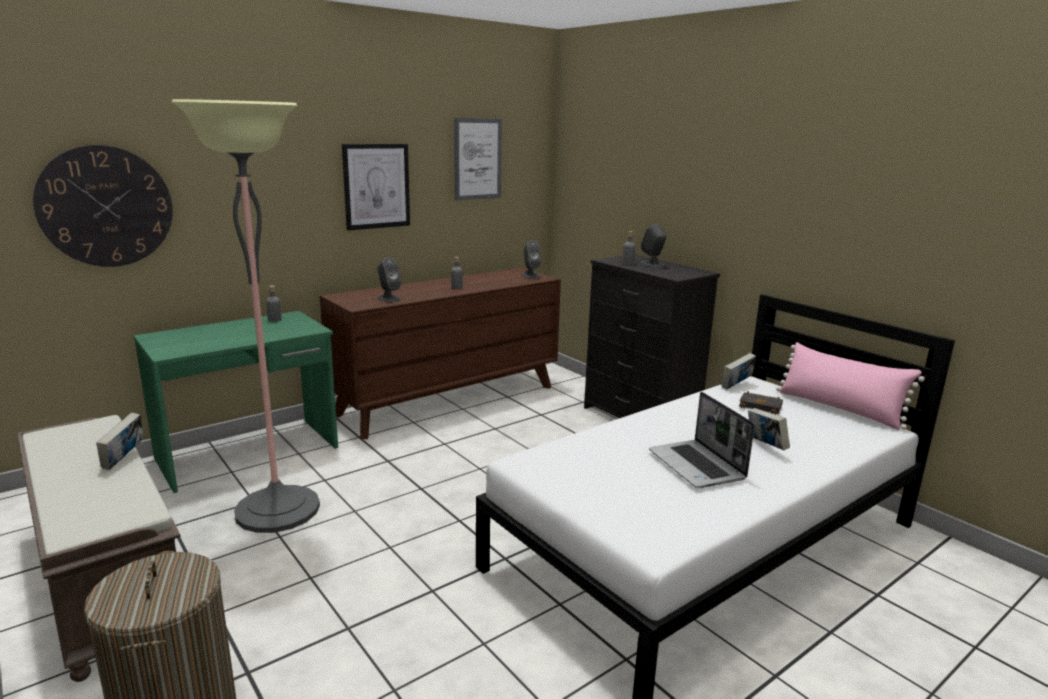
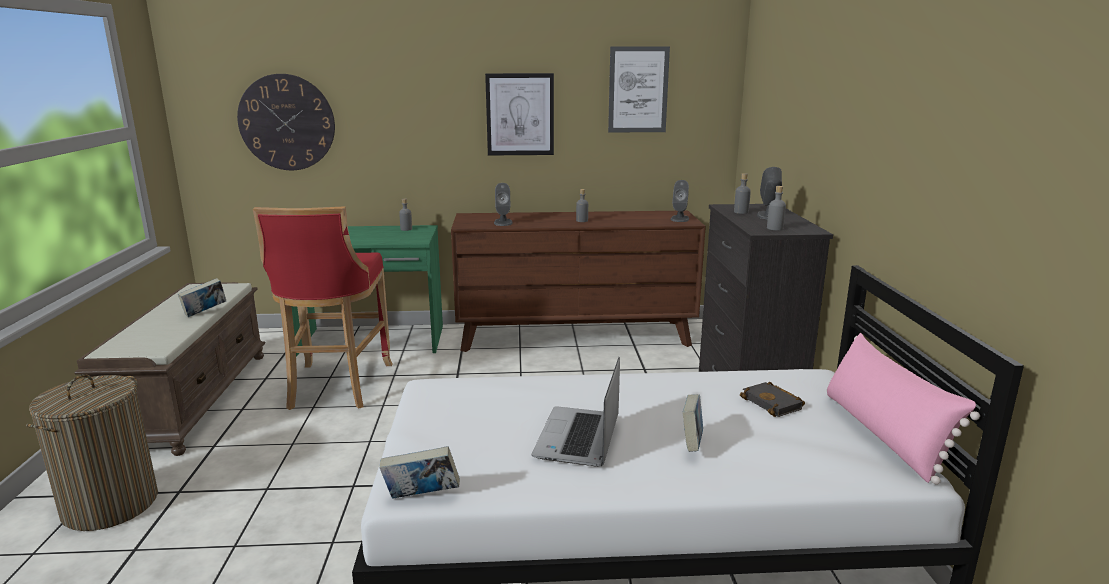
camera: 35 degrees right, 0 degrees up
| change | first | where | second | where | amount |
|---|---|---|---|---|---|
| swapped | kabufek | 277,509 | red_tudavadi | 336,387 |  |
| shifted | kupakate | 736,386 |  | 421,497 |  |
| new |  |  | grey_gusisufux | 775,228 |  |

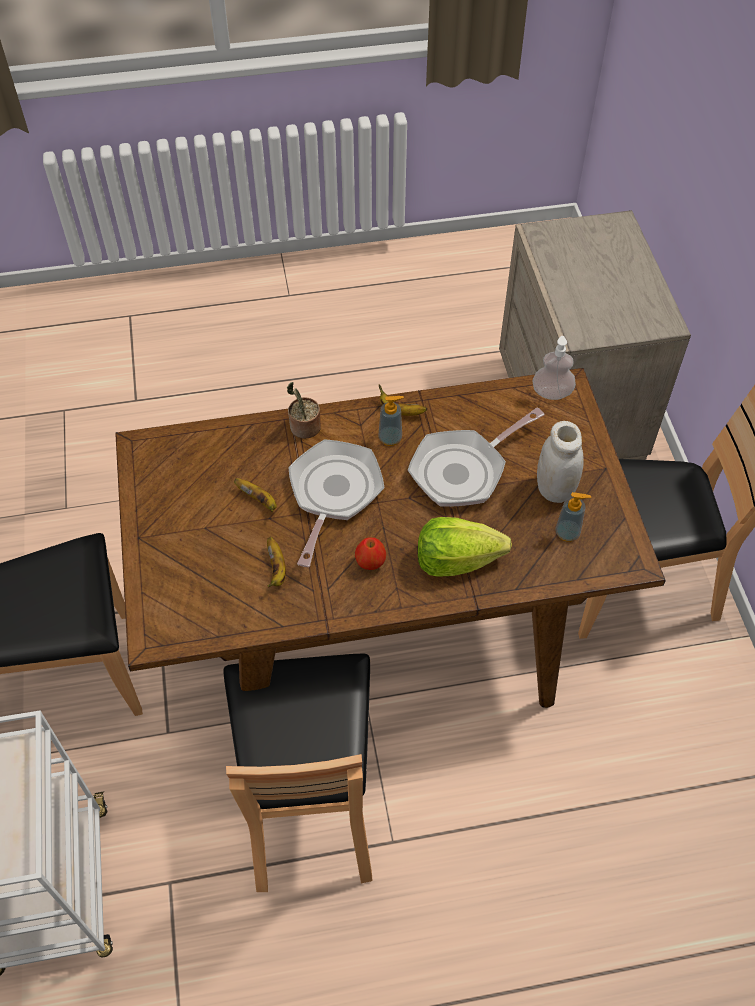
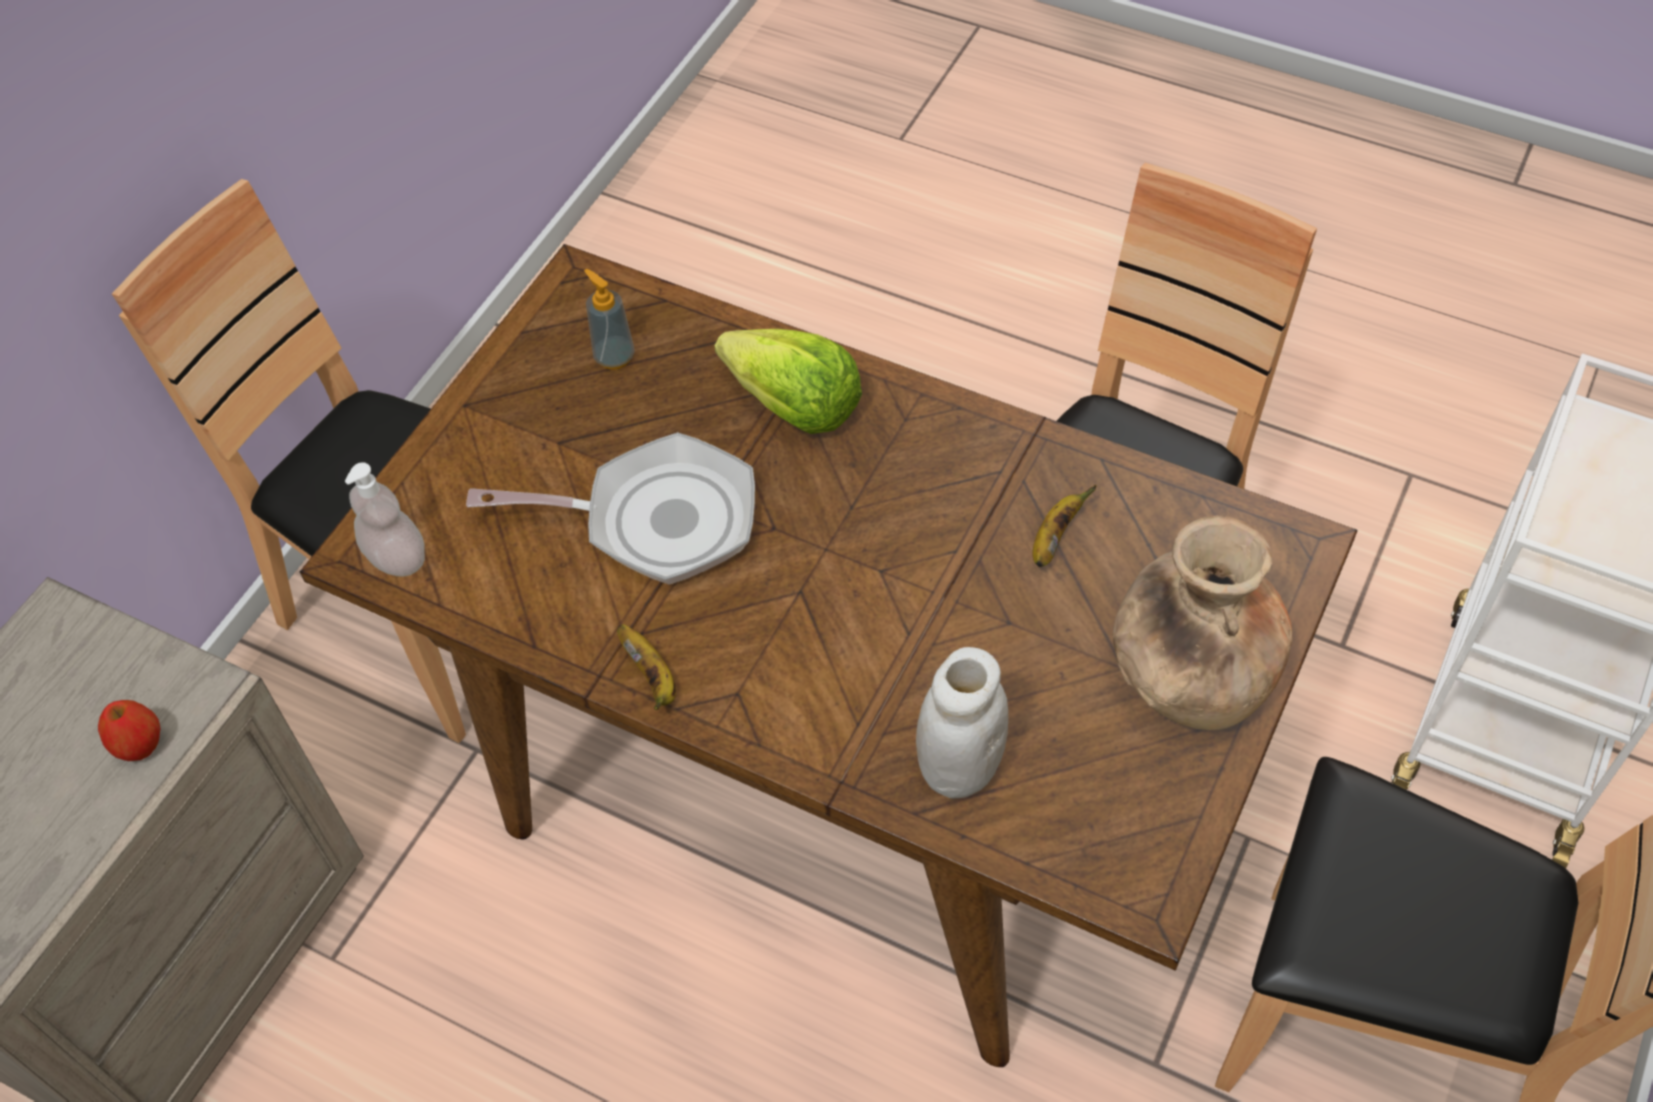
camera: 140 degrees left, 0 degrees up
| change | first | where | second | where | amount |
|---|---|---|---|---|---|
| shifted | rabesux | 370,563 |  | 140,745 |  |
| shifted | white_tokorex | 554,489 |  | 959,768 |  |
| new |  |  | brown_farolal | 1189,675 |  |
| gone | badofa | 259,500 |  |  |  |
| gone | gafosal | 304,428 |  |  |  |
| gone | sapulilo | 333,494 |  |  |  |
| gone | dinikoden | 390,438 |  |  |  |

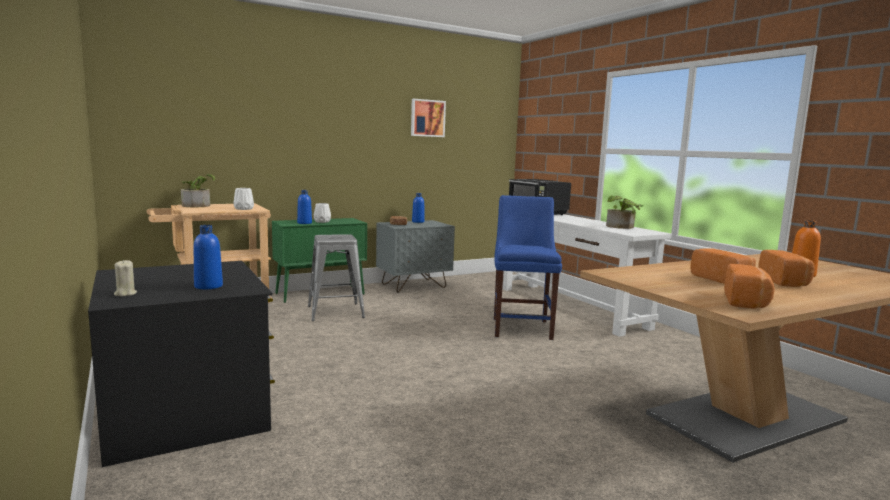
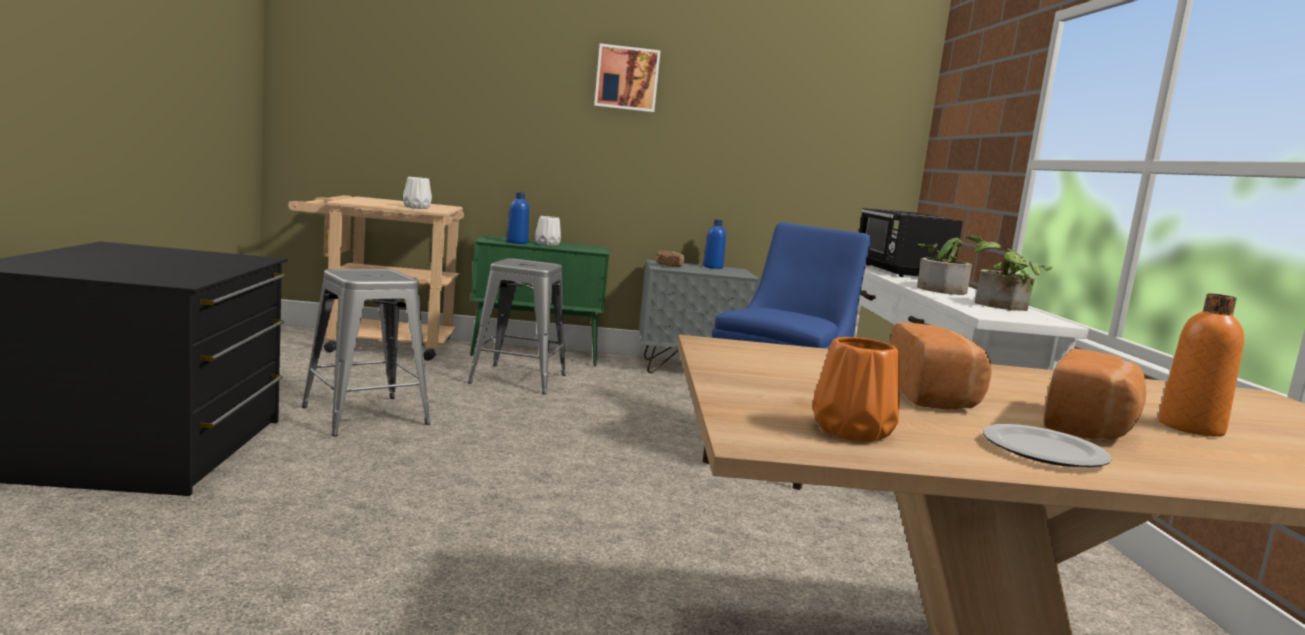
camera: 25 degrees right, 0 degrees up
| change | first | where | second | where | amount |
|---|---|---|---|---|---|
| new |  |  | grey_tudavadi | 365,416 |  |
| shifted | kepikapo | 427,118 |  | 627,78 |  |
| swapped | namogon | 747,302 | orange_farolal | 849,431 |  |
| shifted | gafosal | 198,205 |  | 943,290 |  |
| new |  |  | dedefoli | 1041,451 |  |
| gone | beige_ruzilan | 125,294 |  |  |  |
| gone | blue_gusisufux | 208,286 |  |  |  |

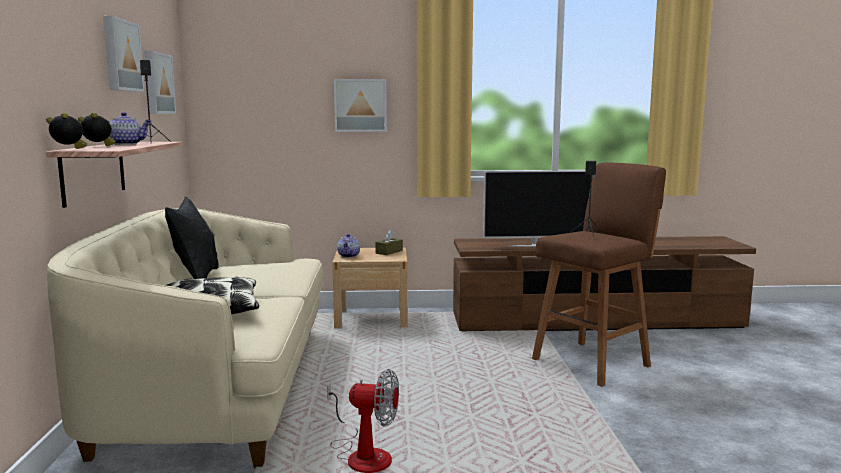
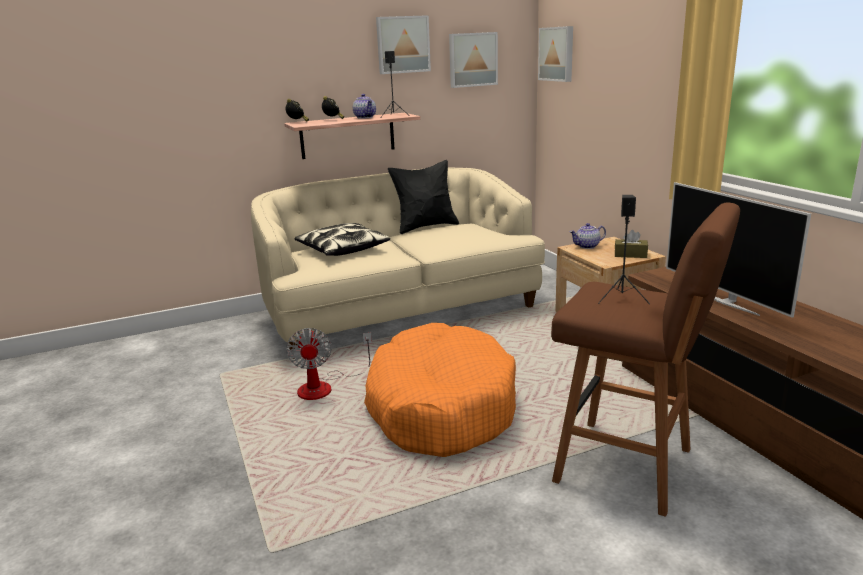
camera: 70 degrees right, 10 degrees up
| change | first | where | second | where | amount |
|---|---|---|---|---|---|
| new |  |  | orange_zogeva | 440,407 |  |
| shifted | kepikapo | 360,105 |  | 557,54 |  |

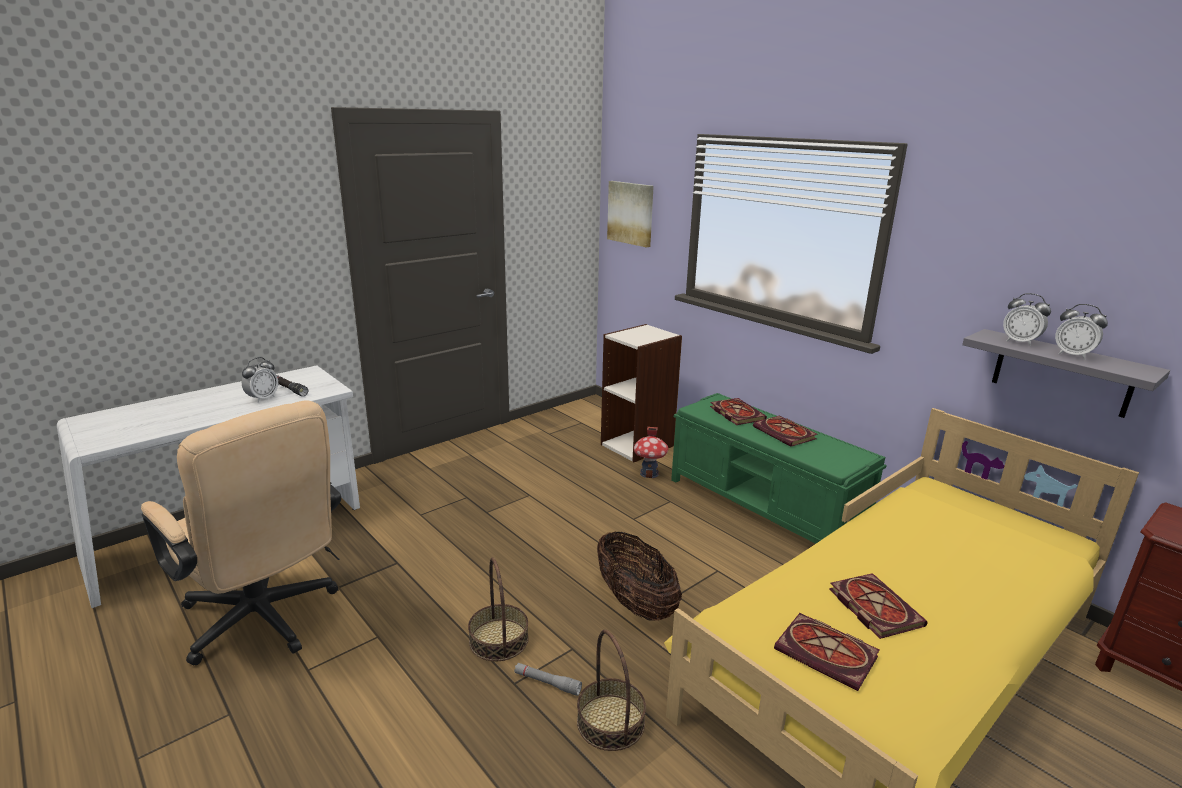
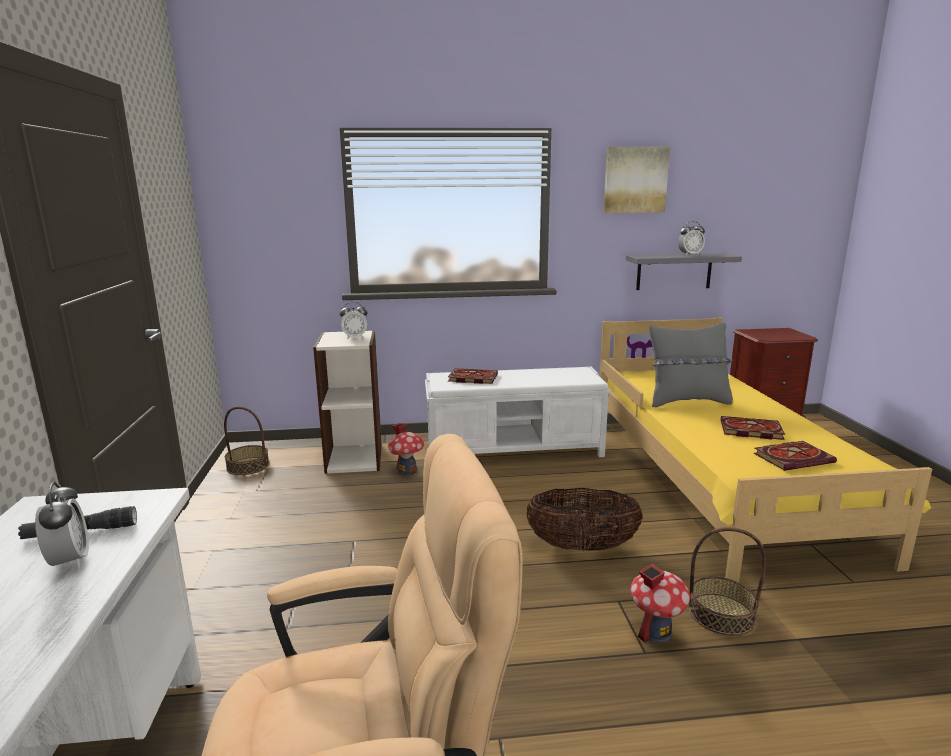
camera: 55 degrees left, 5 degrees down
| change | first | where | second | where | amount |
|---|---|---|---|---|---|
| shifted | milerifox | 498,640 |  | 248,466 |  |
| shifted | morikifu | 1020,342 |  | 355,337 |  |
| repainted | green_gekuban | 764,507 | white_gekuban | 515,449 |  |
| shifted | kepikapo | 631,213 |  | 635,180 |  |
| swapped | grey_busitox | 547,683 | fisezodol | 656,631 |  |
| new |  |  | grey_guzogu | 687,401 |  |
| gone | kupakate | 786,433 |  |  |  |

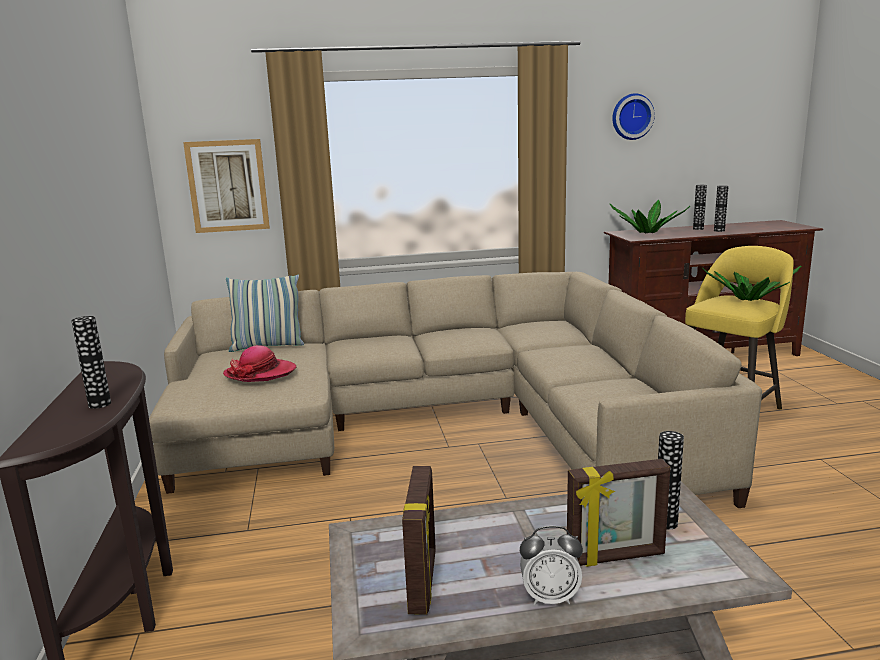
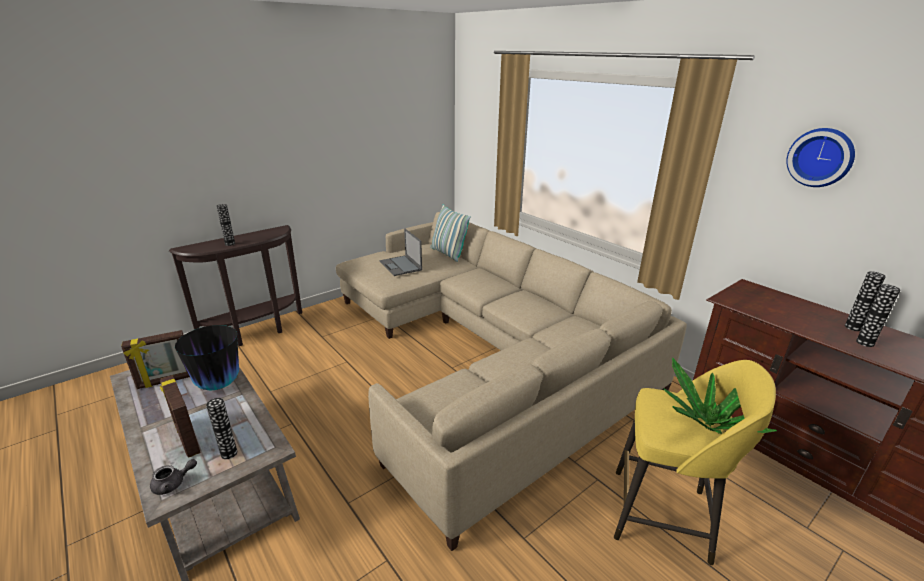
camera: 60 degrees right, 10 degrees up
| change | first | where | second | where | amount |
|---|---|---|---|---|---|
| new |  |  | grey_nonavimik | 173,484 |  |
| new |  |  | farolal | 218,385 |  |
| swapped | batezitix | 260,373 | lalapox | 401,266 |  |
| gone | kepikapo | 227,186 |  |  |  |
| gone | morikifu | 550,598 |  |  |  |
| gone | gafosal | 647,233 |  |  |  |

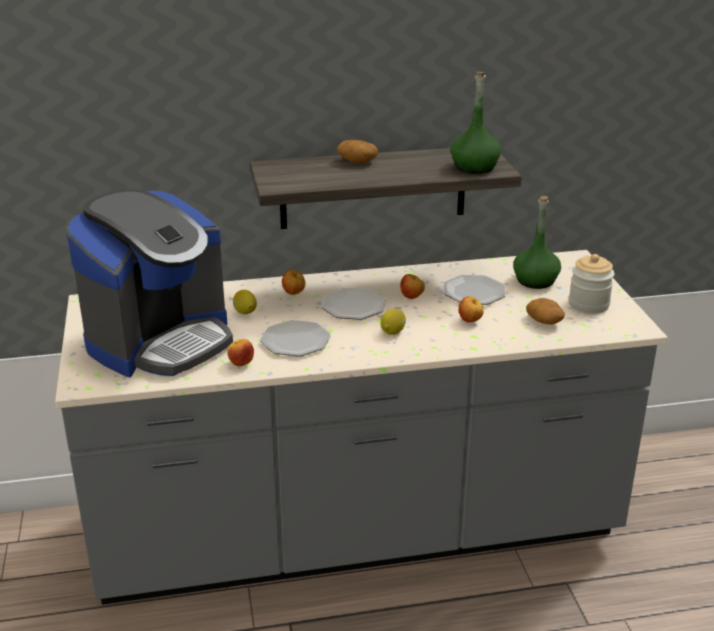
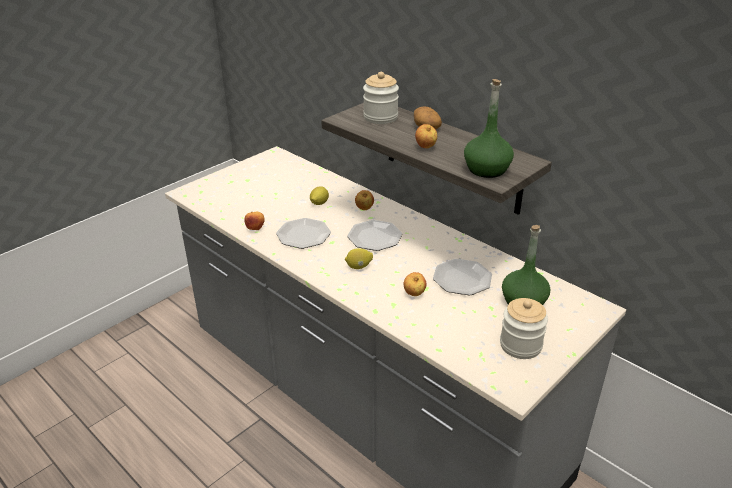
camera: 55 degrees right, 5 degrees up
| change | first | where | second | where | amount |
|---|---|---|---|---|---|
| new |  |  | tokorex | 380,117 |  |
| shifted | rabesux | 412,297 |  | 426,147 |  |
| gone | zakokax | 160,341 |  |  |  |
| gone | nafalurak | 545,321 |  |  |  |

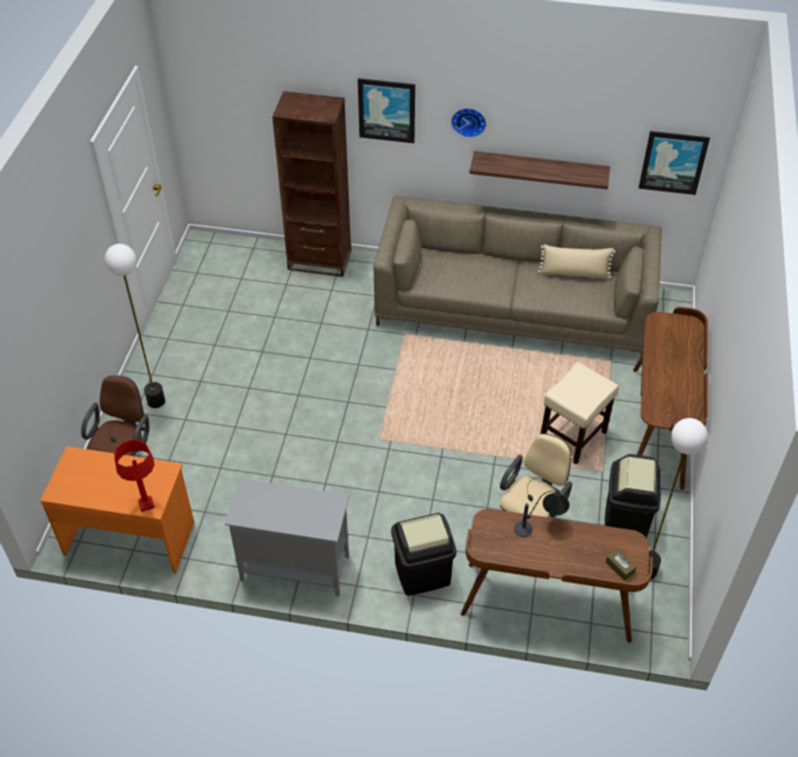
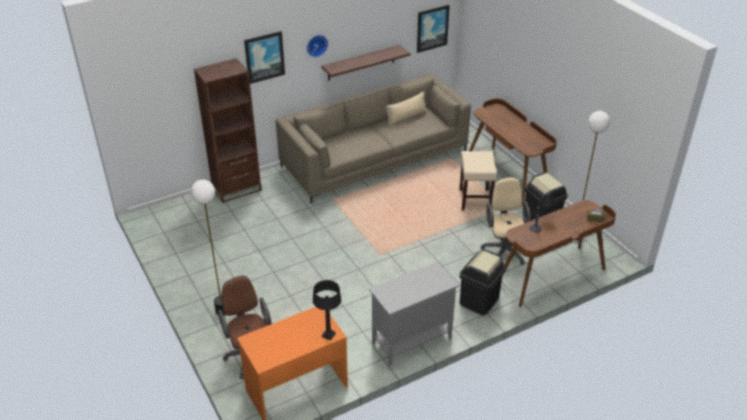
camera: 40 degrees left, 10 degrees down
| change | first | where | second | where | amount |
|---|---|---|---|---|---|
| repainted | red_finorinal | 146,504 | black_finorinal | 328,335 |  |

